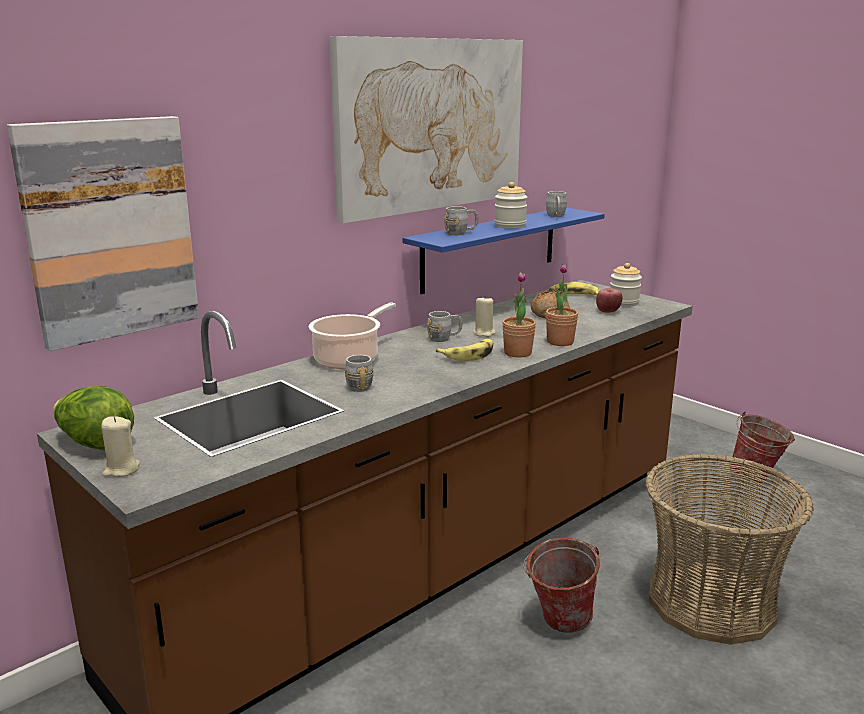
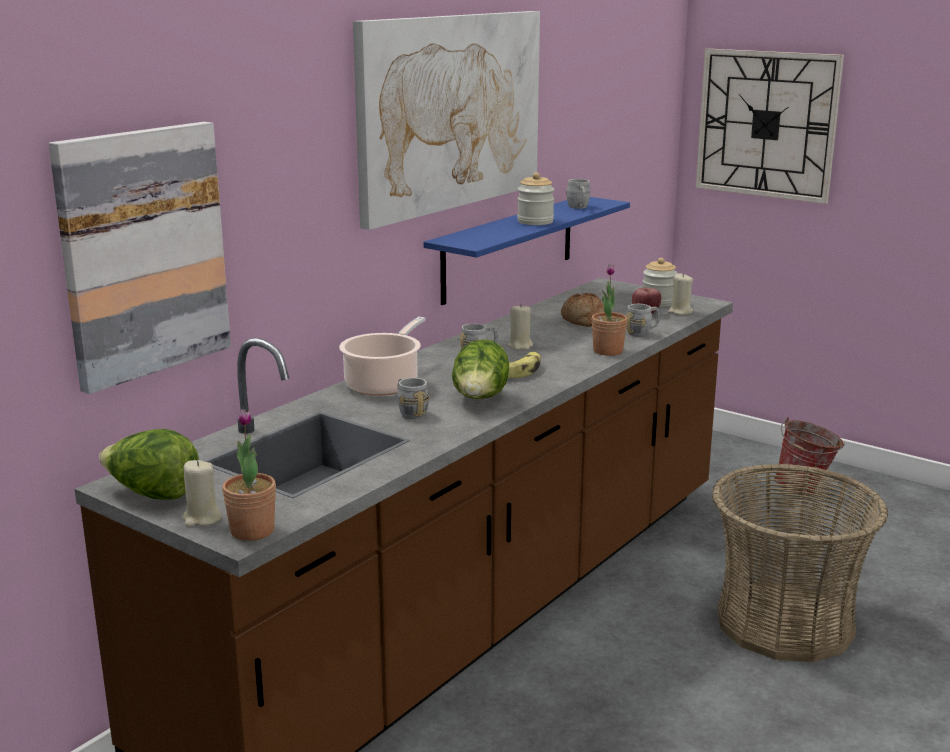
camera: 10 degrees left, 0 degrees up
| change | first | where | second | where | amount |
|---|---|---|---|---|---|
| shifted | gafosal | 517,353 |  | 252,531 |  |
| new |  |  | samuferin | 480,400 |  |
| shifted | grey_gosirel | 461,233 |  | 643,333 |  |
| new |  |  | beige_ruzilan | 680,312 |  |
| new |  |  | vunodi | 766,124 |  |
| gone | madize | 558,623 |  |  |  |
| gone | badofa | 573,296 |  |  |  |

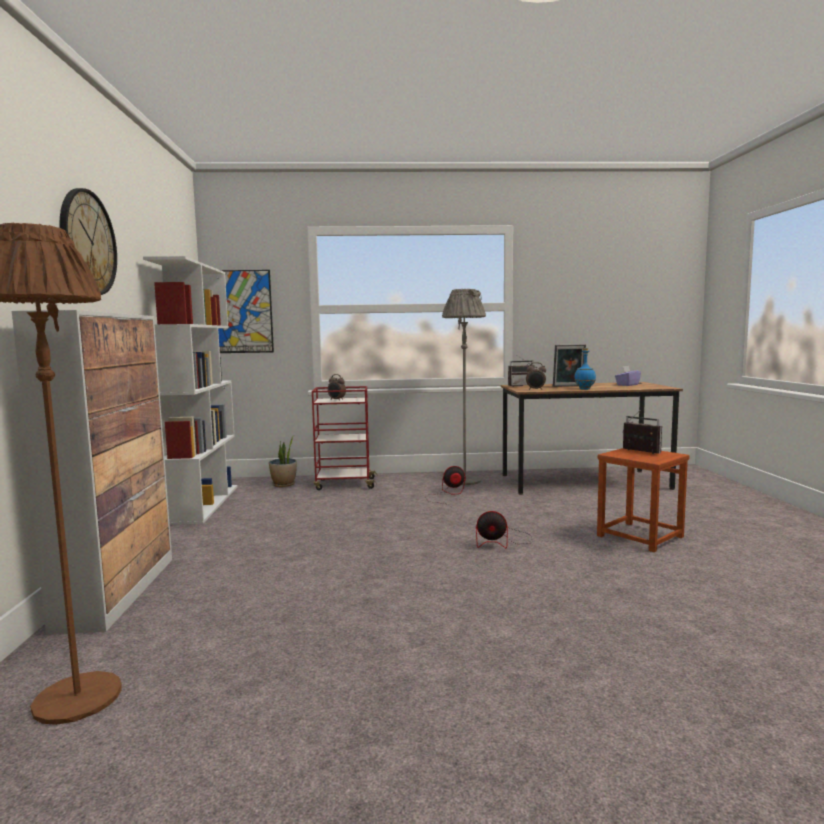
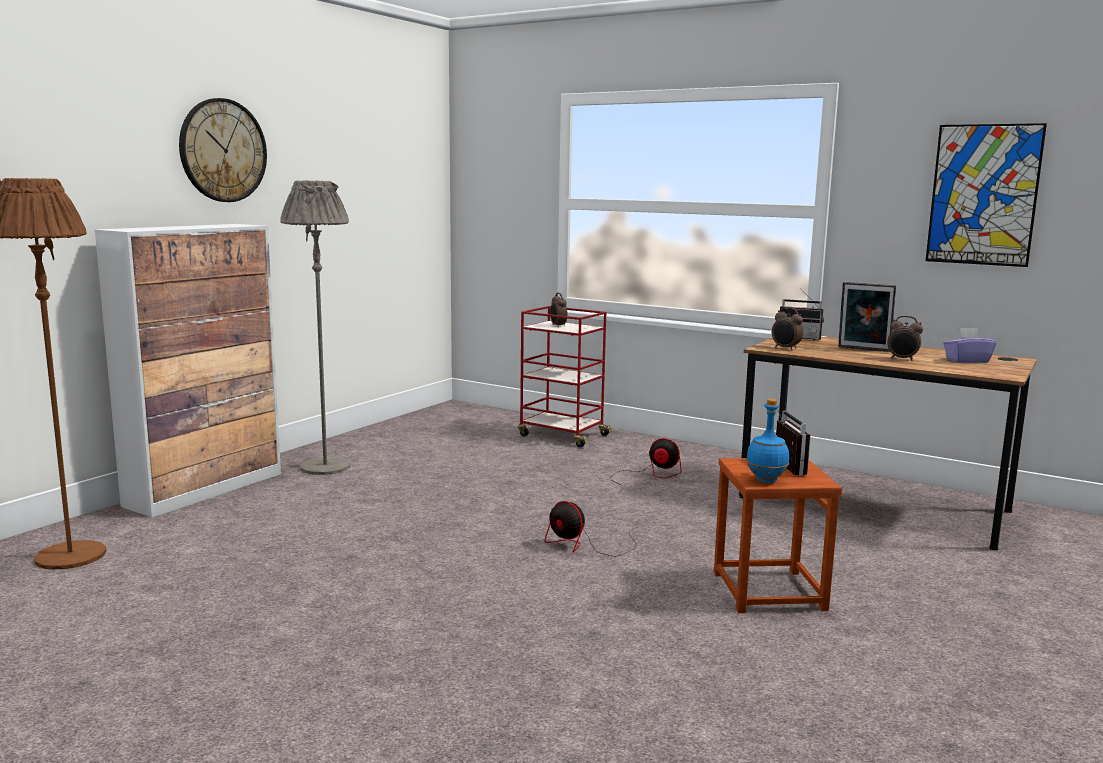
camera: 35 degrees right, 5 degrees up
| change | first | where | second | where | amount |
|---|---|---|---|---|---|
| shifted | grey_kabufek | 464,481 |  | 325,467 |  |
| shifted | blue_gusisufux | 585,389 |  | 767,480 |  |
| new |  |  | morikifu | 902,359 |  |
| shifted | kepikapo | 243,311 |  | 983,195 |  |
| gone | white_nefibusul | 203,503 |  |  |  |
| gone | gafosal | 284,484 |  |  |  |

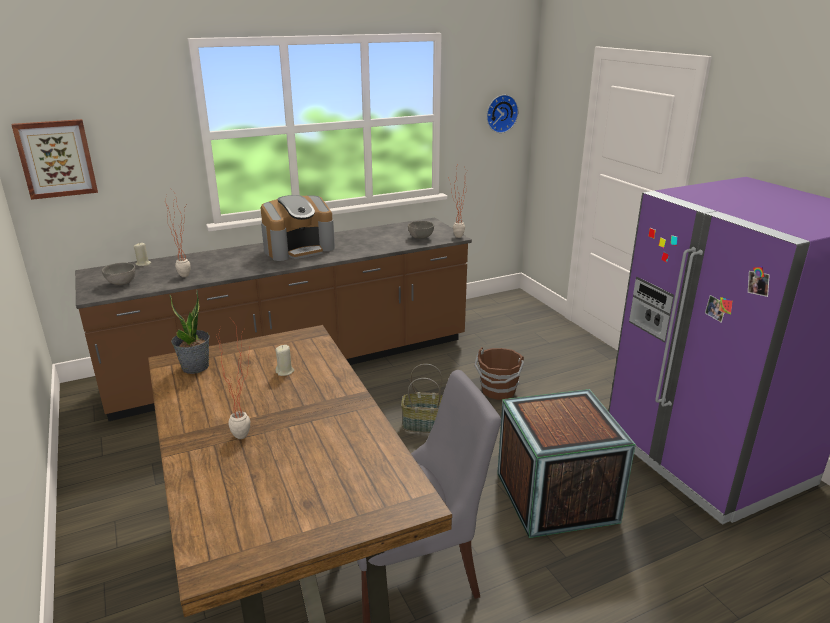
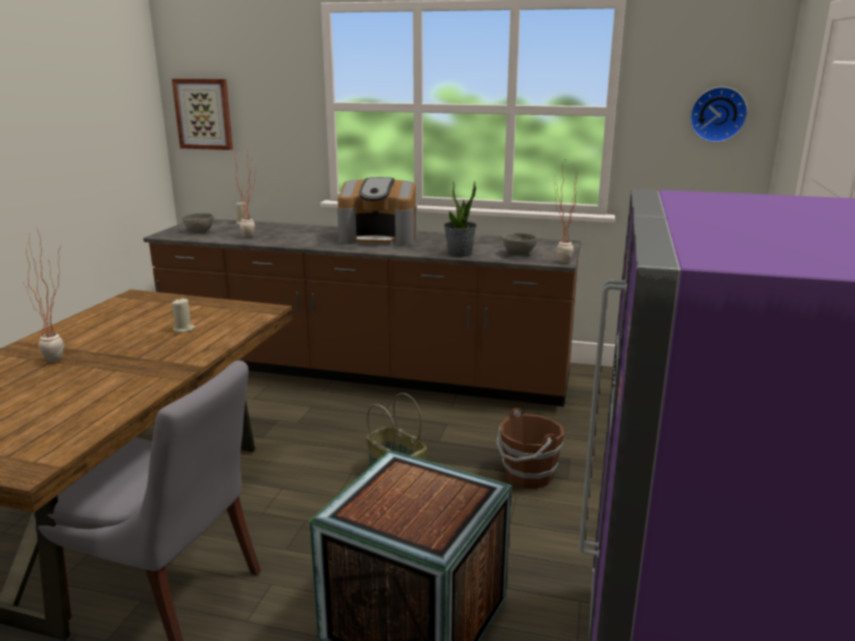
camera: 40 degrees right, 5 degrees down
| change | first | where | second | where | amount |
|---|---|---|---|---|---|
| shifted | gafosal | 195,367 |  | 459,254 |  |

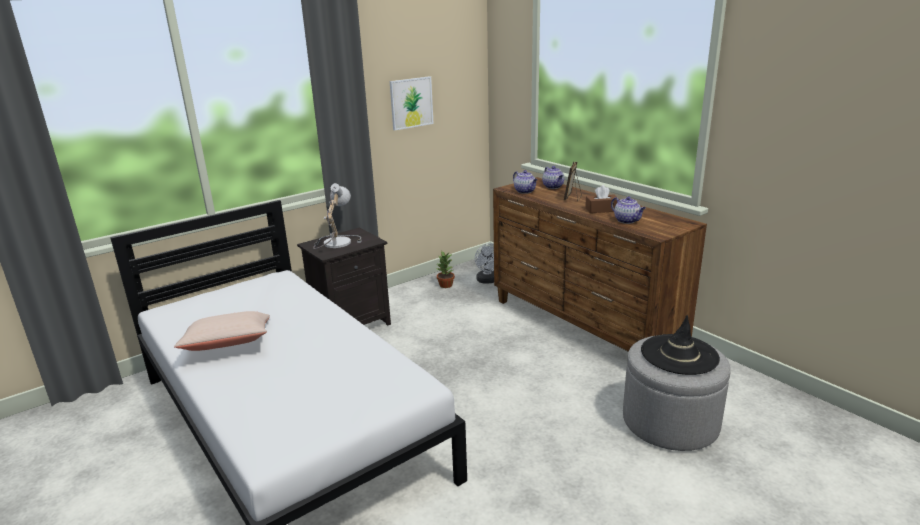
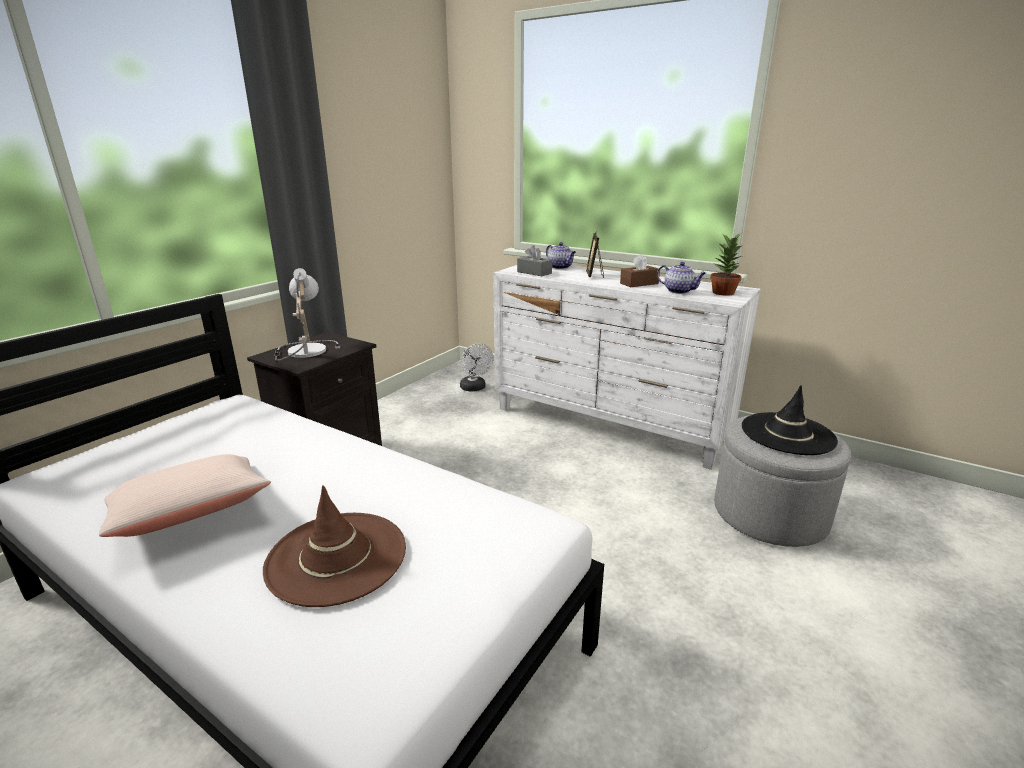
camera: 20 degrees left, 0 degrees up
| change | first | where | second | where | amount |
|---|---|---|---|---|---|
| new |  |  | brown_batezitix | 336,557 |  |
| repainted | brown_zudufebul | 583,327 | white_zudufebul | 608,424 |  |
| swapped | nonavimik | 525,191 | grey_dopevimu | 534,272 |  |
| shifted | gafosal | 446,285 |  | 723,293 |  |
| gone | kepikapo | 411,103 |  |  |  |

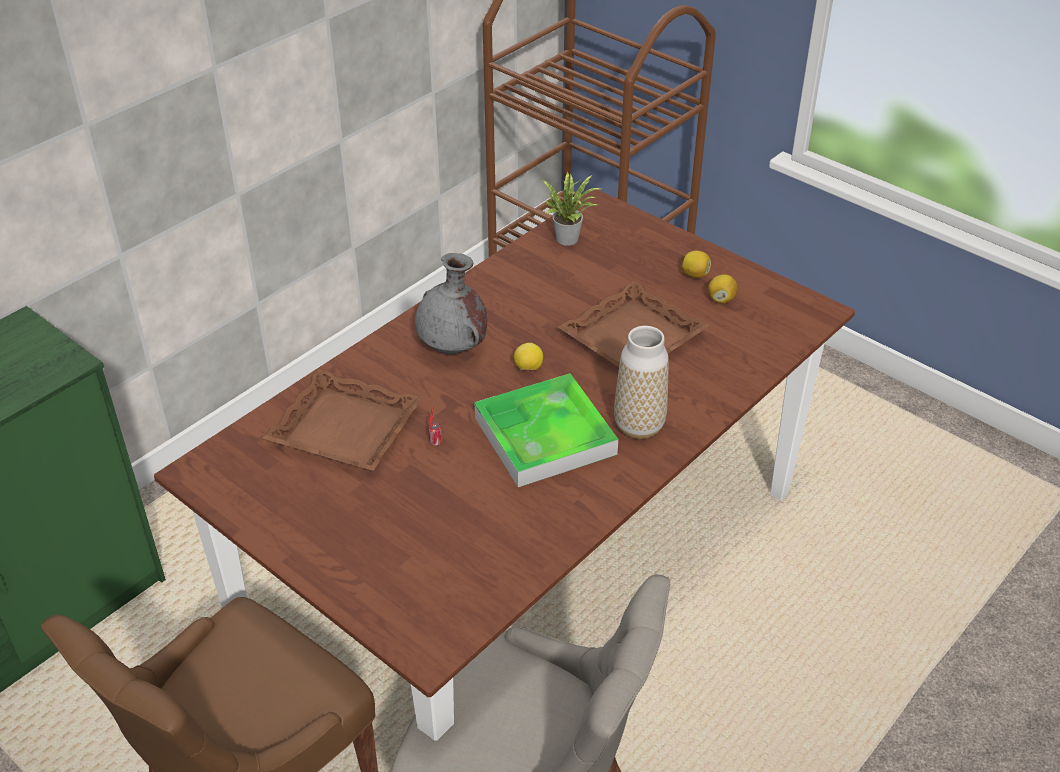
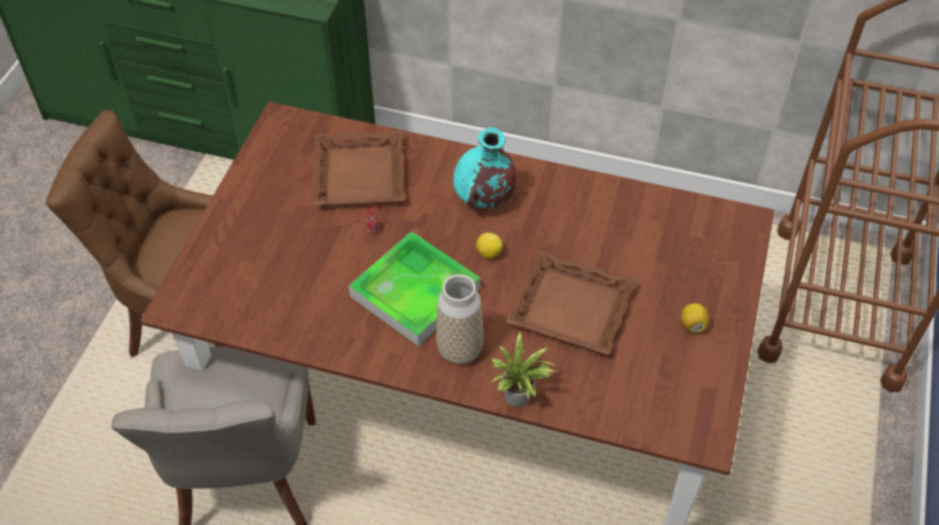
camera: 65 degrees right, 10 degrees up
| change | first | where | second | where | amount |
|---|---|---|---|---|---|
| repainted | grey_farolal | 453,348 | turquoise_farolal | 484,199 |  |
| shifted | gafosal | 570,238 |  | 520,398 |  |
| gone | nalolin | 721,299 |  |  |  |

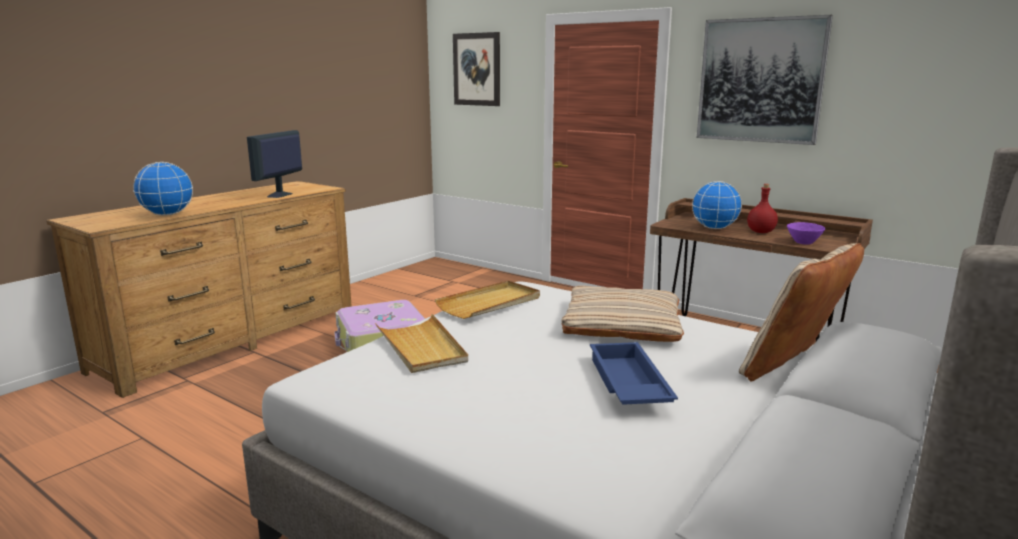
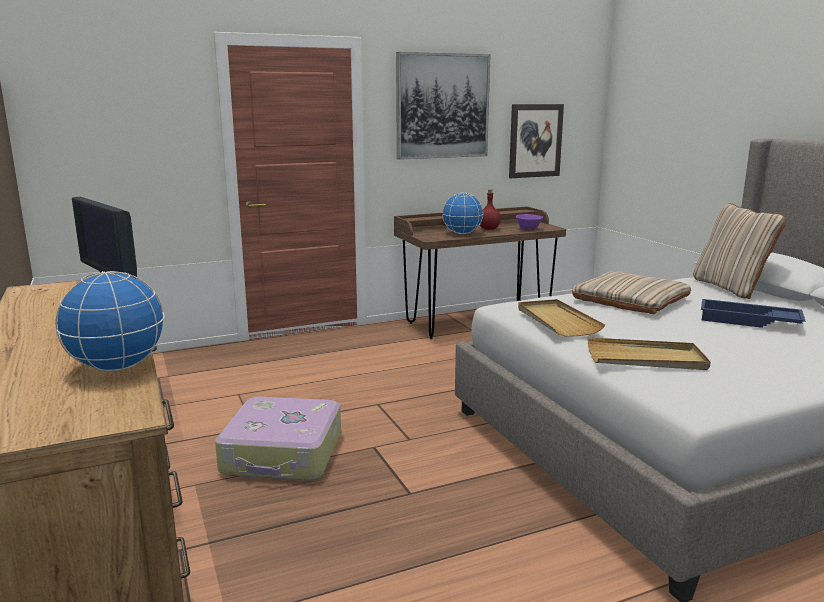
camera: 60 degrees left, 0 degrees up
| change | first | where | second | where | amount |
|---|---|---|---|---|---|
| shifted | kepikapo | 477,69 |  | 535,141 |  |

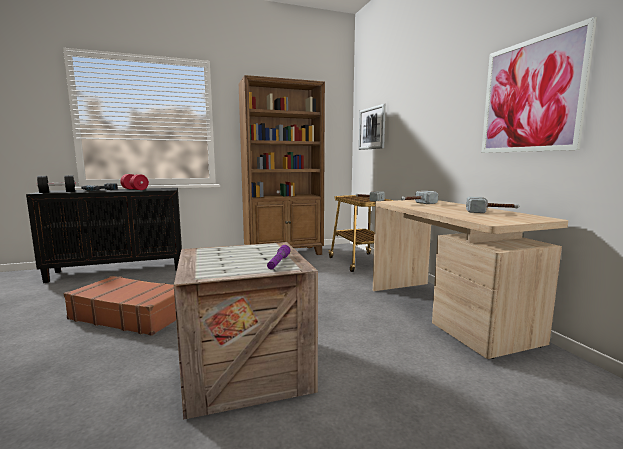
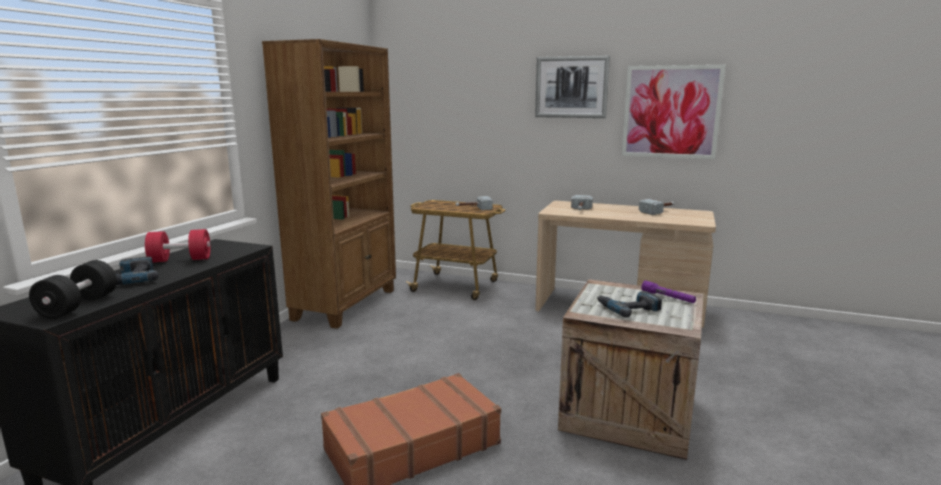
camera: 50 degrees left, 5 degrees up
| change | first | where | second | where | amount |
|---|---|---|---|---|---|
| shifted | kepikapo | 372,128 |  | 571,87 |  |
| new |  |  | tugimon | 628,308 |  |

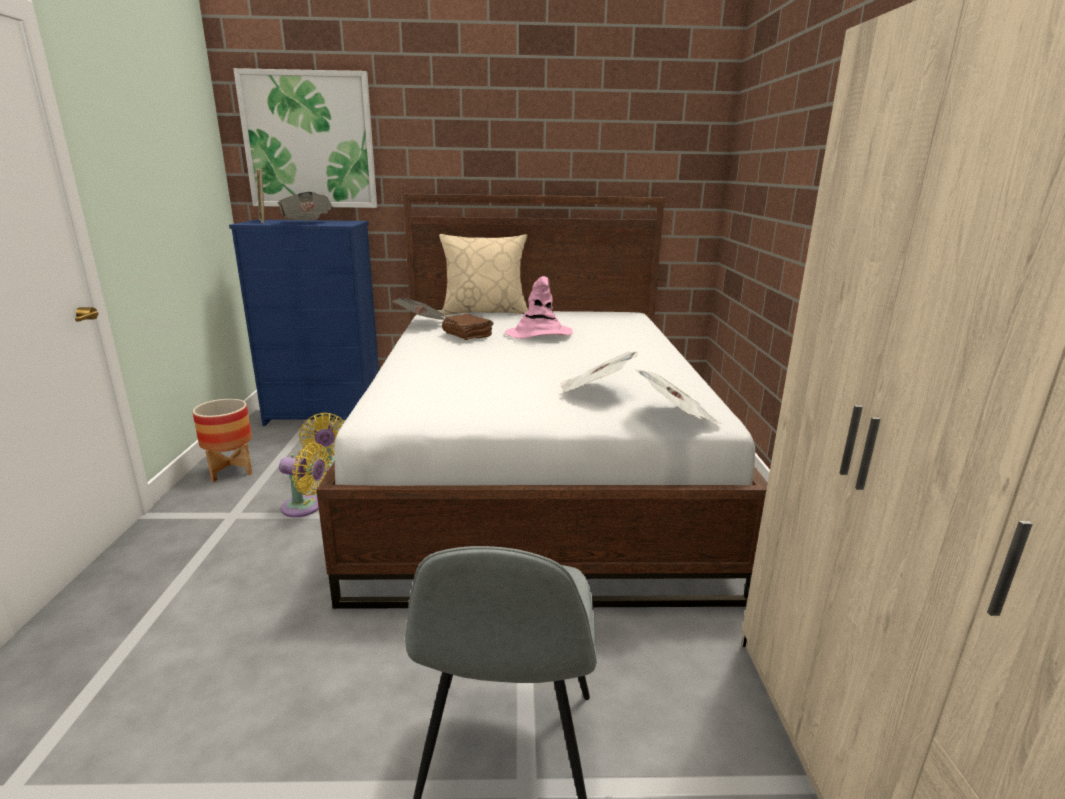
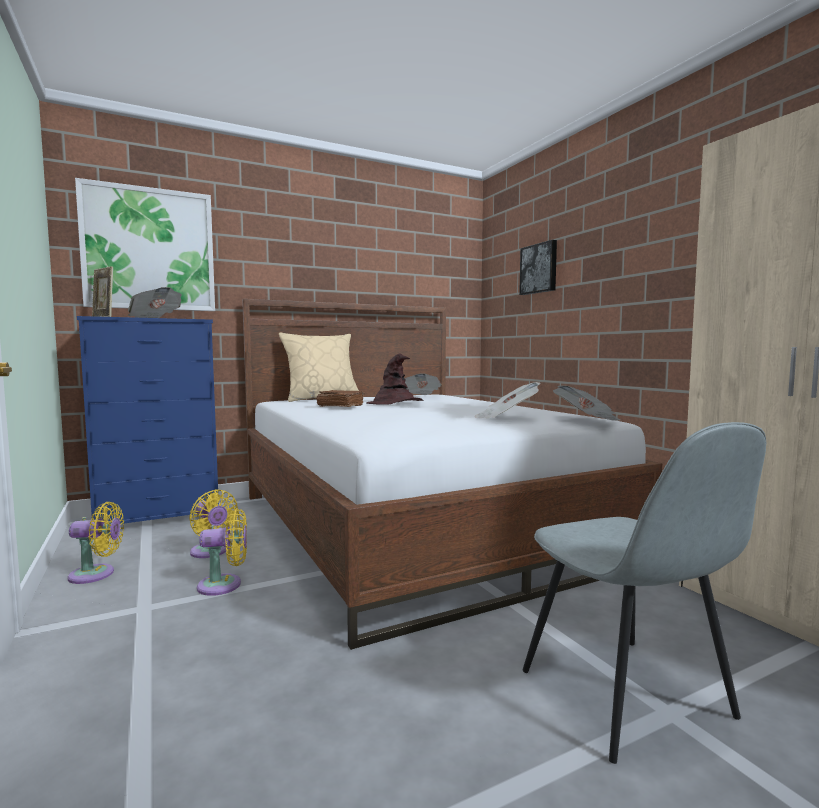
camera: 25 degrees left, 15 degrees down
| change | first | where | second | where | amount |
|---|---|---|---|---|---|
| swapped | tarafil | 231,470 | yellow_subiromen | 96,574 |  |
| repainted | pink_batezitix | 539,334 | brown_batezitix | 395,403 |  |
| shifted | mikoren | 422,324 |  | 421,396 |  |
| new |  |  | kepikapo | 539,268 |  |

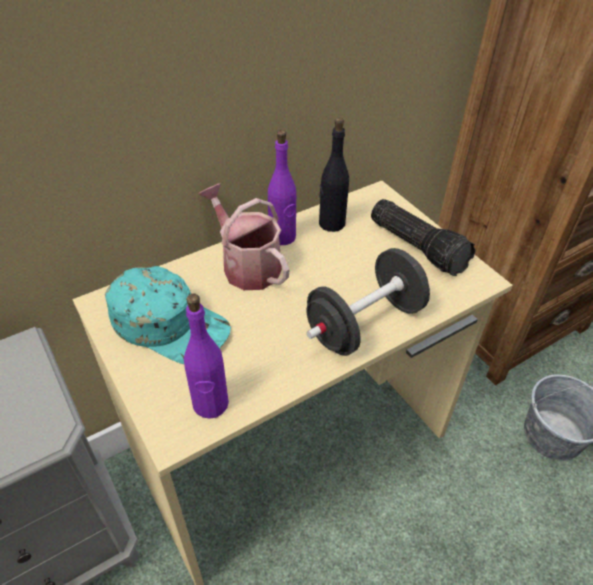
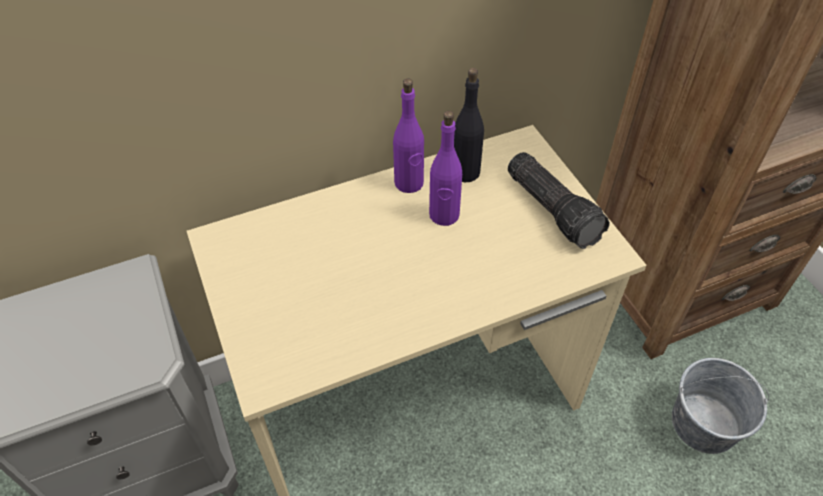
camera: 10 degrees right, 5 degrees up
| change | first | where | second | where | amount |
|---|---|---|---|---|---|
| shifted | purple_gusisufux | 210,404 |  | 444,215 |  |
| gone | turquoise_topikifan | 170,324 |  |  |  |
| gone | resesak | 247,265 |  |  |  |
| gone | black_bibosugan | 364,324 |  |  |  |

